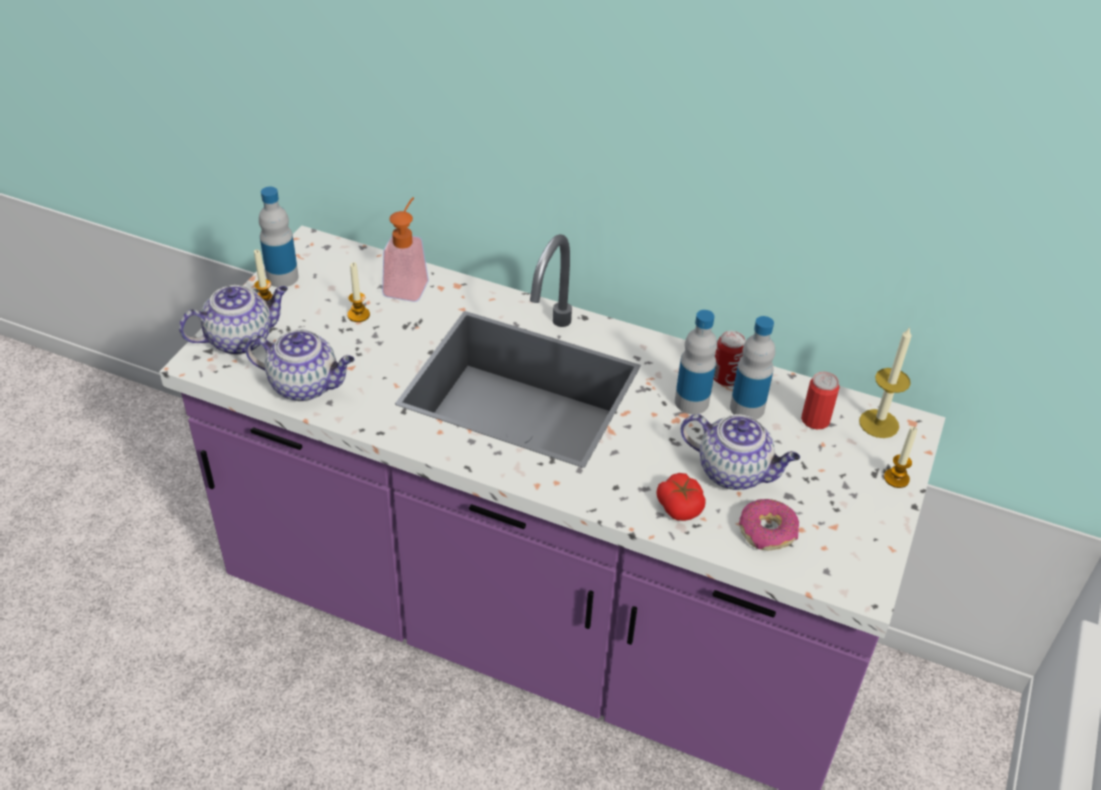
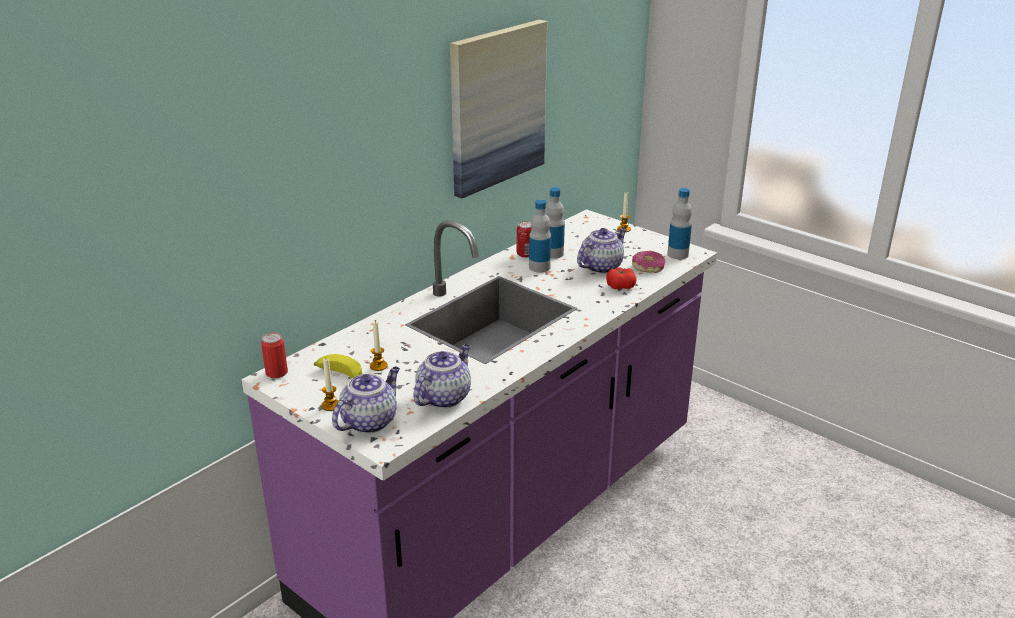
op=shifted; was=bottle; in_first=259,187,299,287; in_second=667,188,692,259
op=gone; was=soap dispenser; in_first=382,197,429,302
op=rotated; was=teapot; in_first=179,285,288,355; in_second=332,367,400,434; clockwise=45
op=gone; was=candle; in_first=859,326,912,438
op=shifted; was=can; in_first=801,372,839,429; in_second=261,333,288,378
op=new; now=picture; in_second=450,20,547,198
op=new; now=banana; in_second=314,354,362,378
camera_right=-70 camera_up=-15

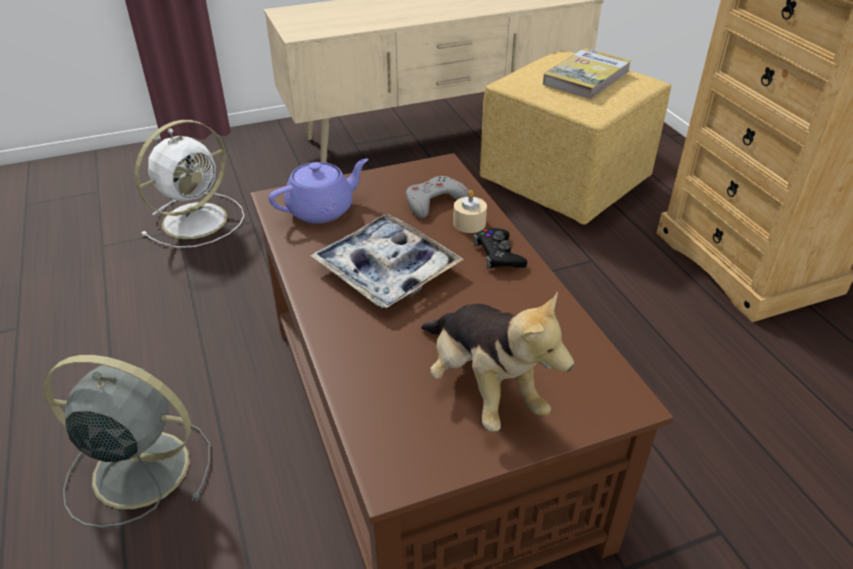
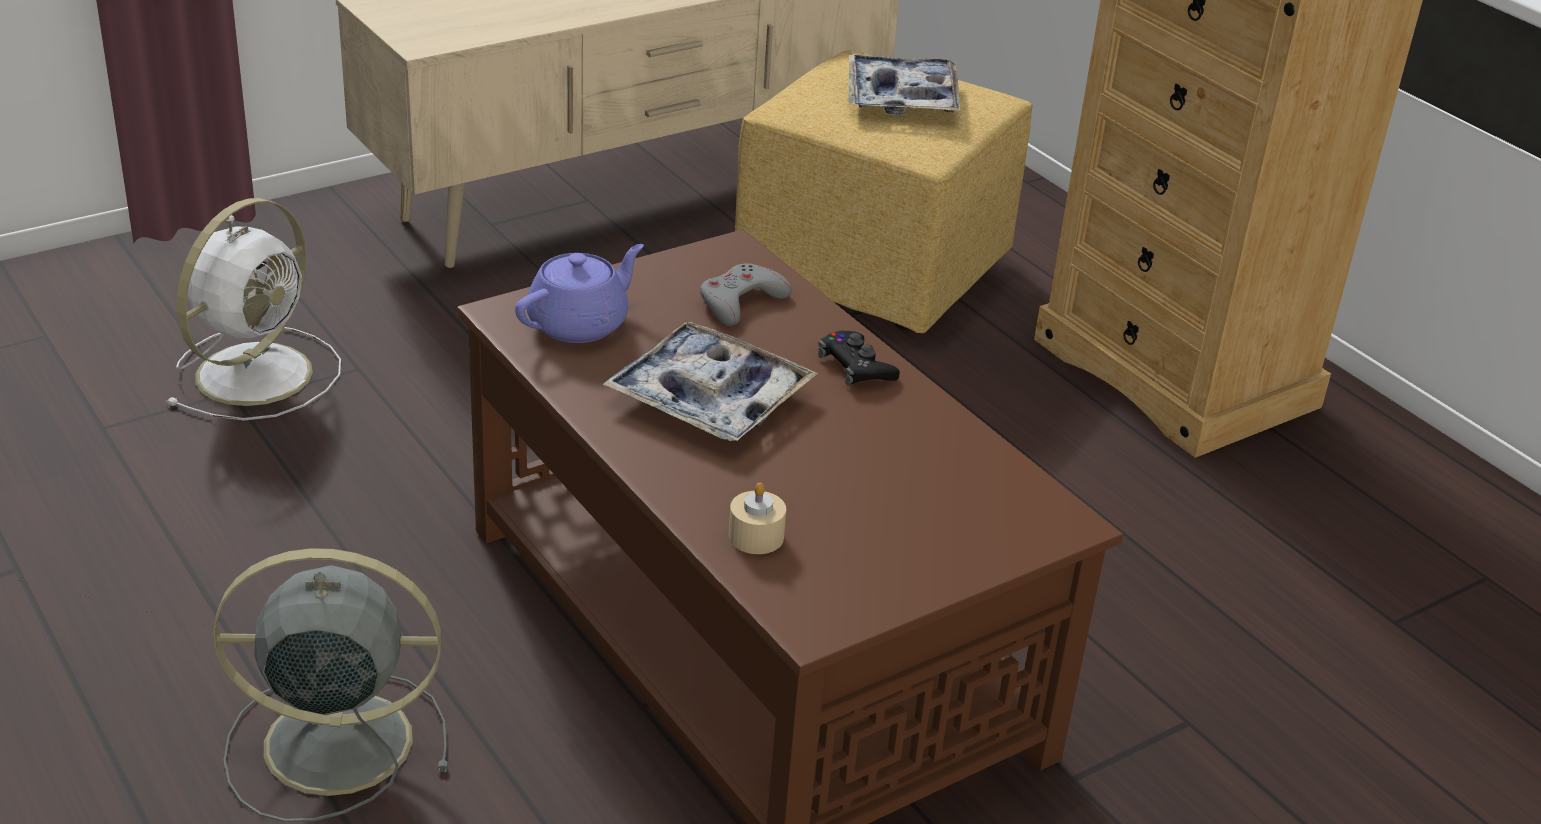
op=swapped; was=book; now=tray; in_first=543,48,631,99; in_second=849,54,961,115
op=shifted; was=beige candle; in_first=453,190,487,233; in_second=729,483,786,554
op=gone; was=plush toy; in_first=421,291,574,431
camera_right=-15 camera_up=-5

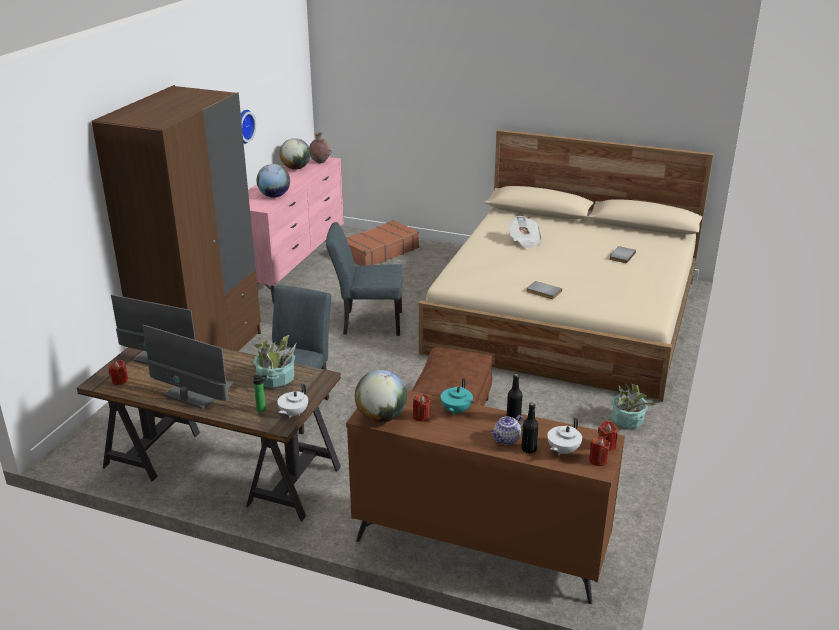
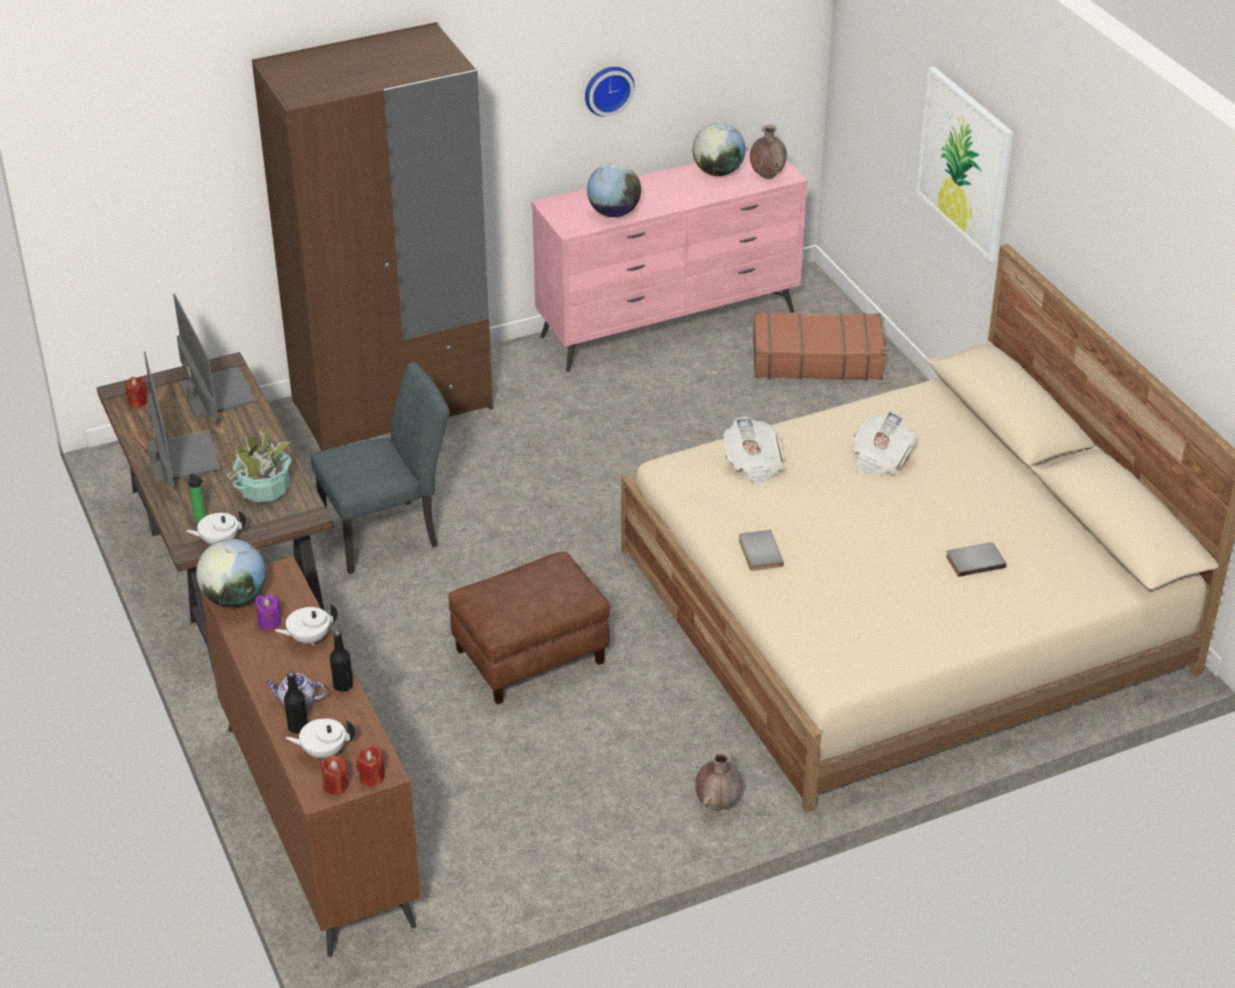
op=gone; was=grey chair; in_first=326,222,403,336
op=repainted; was=turquoise teapot; now=white teapot; in_first=441,378,473,415; in_second=274,603,338,645
op=swapped; was=potted plant; now=brown vase; in_first=611,384,658,428; in_second=695,750,742,811
op=repainted; was=red candle; now=purple candle; in_first=413,394,432,422; in_second=255,594,281,631
op=new; now=picture; in_second=916,66,1013,262
op=new; now=newspaper; in_second=724,416,785,485
camera_right=45 camera_up=10

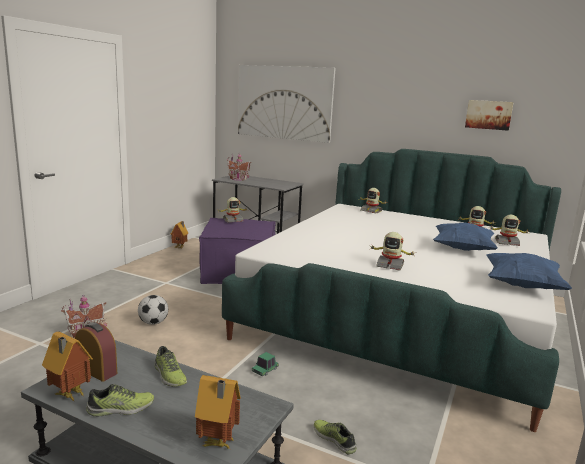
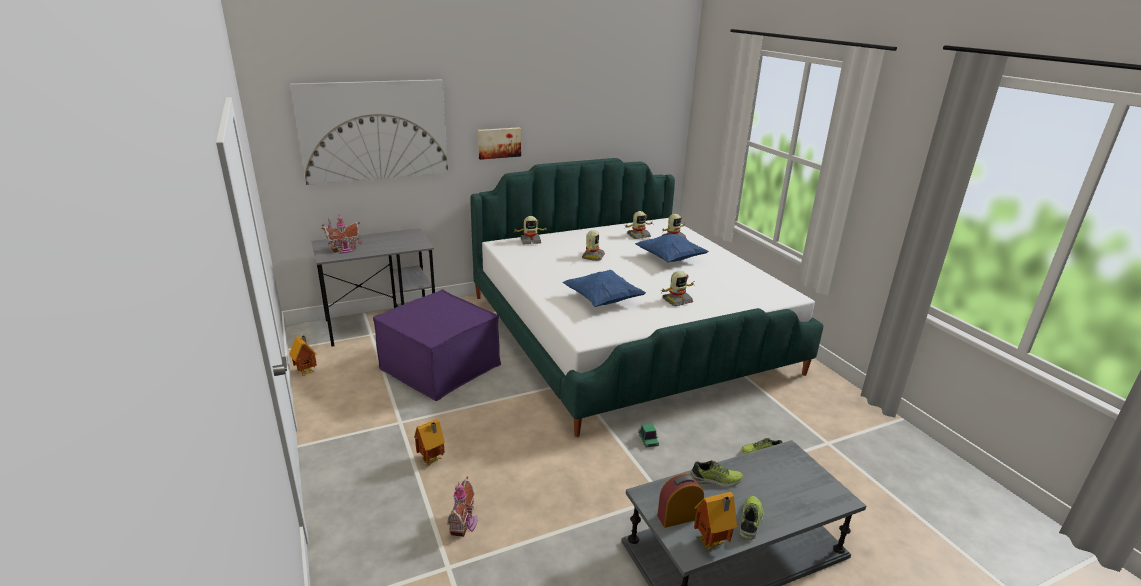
op=shifted; was=picture; in_first=465,100,514,131; in_second=478,127,521,160
op=shifted; was=toy robot; in_first=219,197,247,222; in_second=582,230,605,261
op=shifted; was=blue pillow; in_first=486,253,572,290; in_second=563,270,646,307
op=gone; was=football; in_first=138,295,168,325
op=shifted; was=toy house; in_first=195,375,241,450; in_second=414,419,445,466
camera_right=-50 camera_up=10

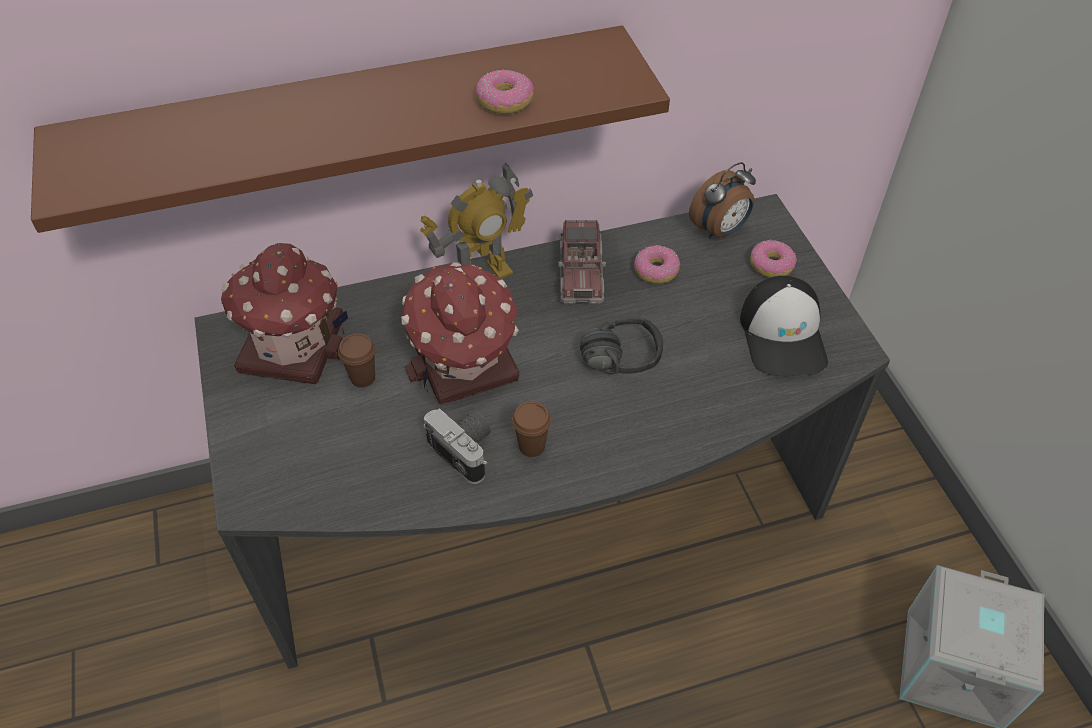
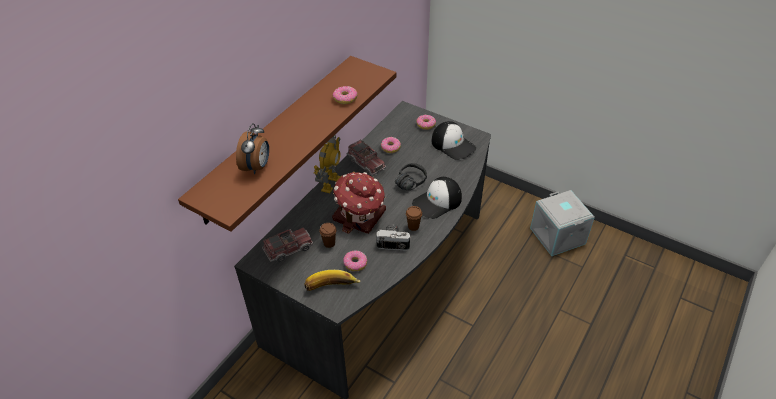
op=shifted; was=alarm clock; in_first=689,162,756,239; in_second=236,123,269,174
op=swapped; was=toy house; now=toy truck; in_first=221,243,348,384; in_second=262,228,313,262
op=new; now=cap; in_second=412,177,462,219
op=new; now=donut; in_second=343,250,367,271
op=new; now=banana; in_second=304,270,360,291
camera_right=-40 camera_up=-5

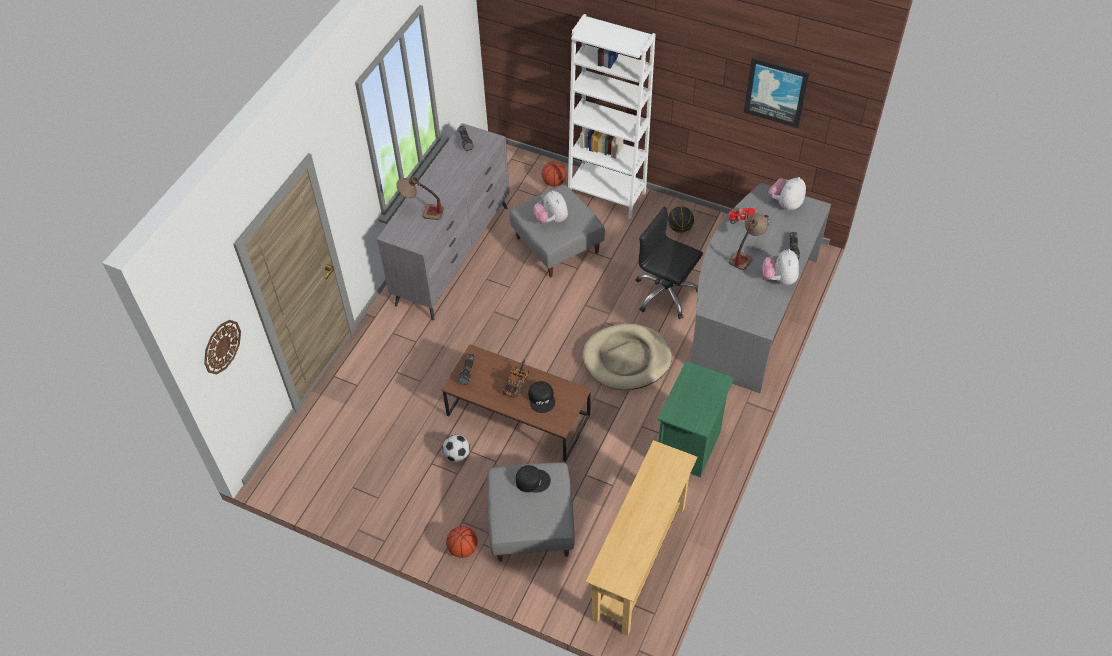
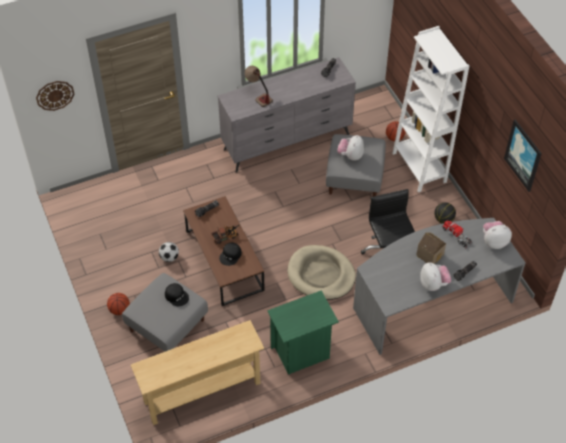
op=swapped; was=table lamp; now=toy house; in_first=729,213,768,270; in_second=416,232,446,264
op=rotated; was=plush toy; in_first=762,249,799,285; in_second=420,262,451,291; clockwise=120
camera_right=40 camera_up=0

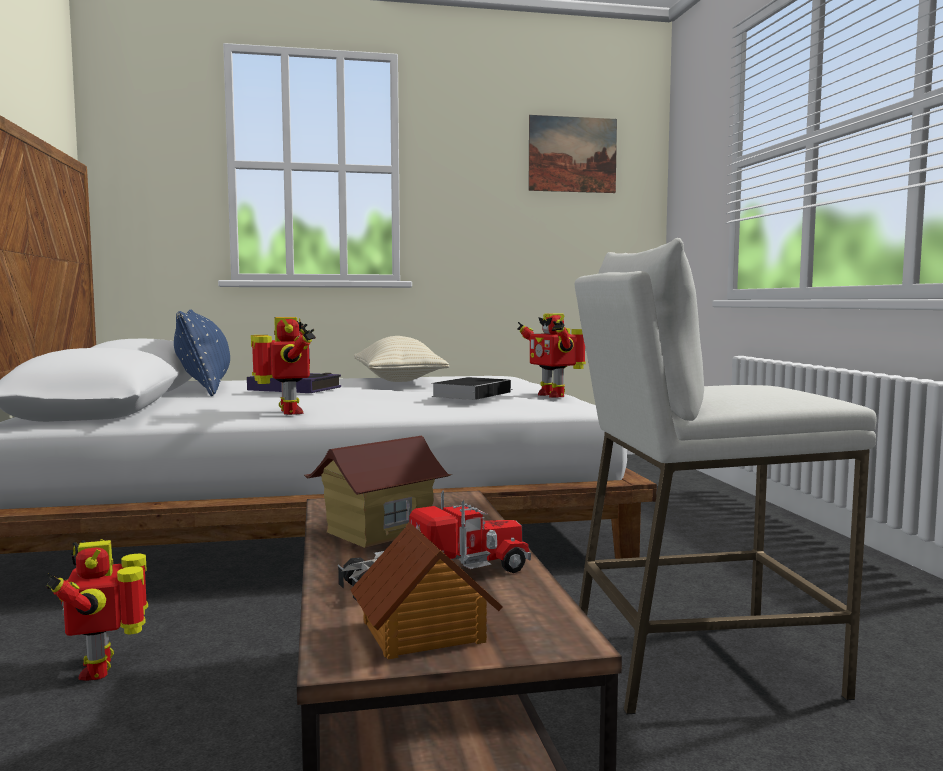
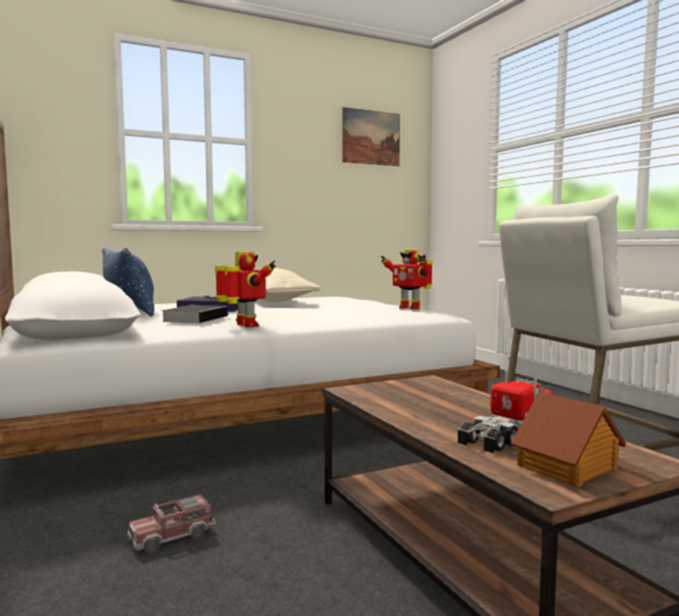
op=shifted; was=book; in_first=431,377,514,400; in_second=161,305,228,323
op=gone; was=toy house; in_first=304,436,453,548
op=swapped; was=toy robot; now=toy truck; in_first=45,539,148,681; in_second=127,493,216,553
camera_right=-15 camera_up=0

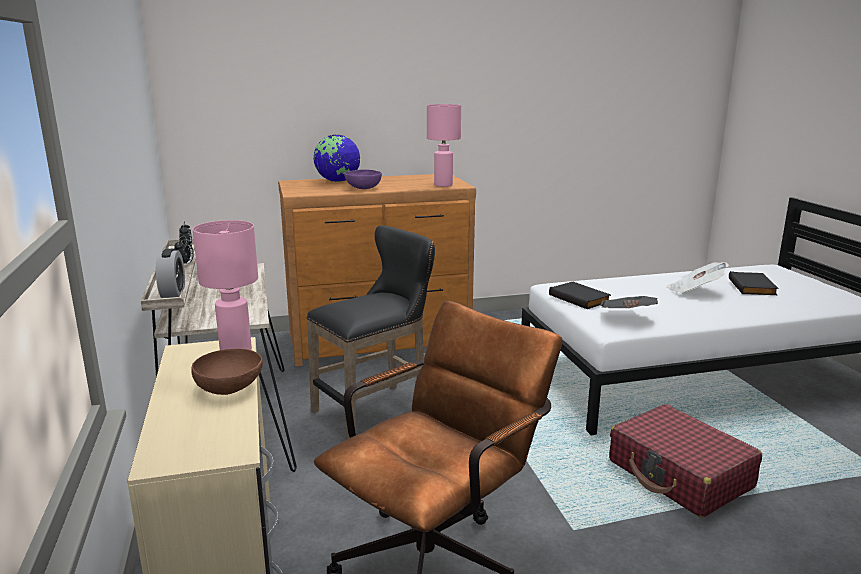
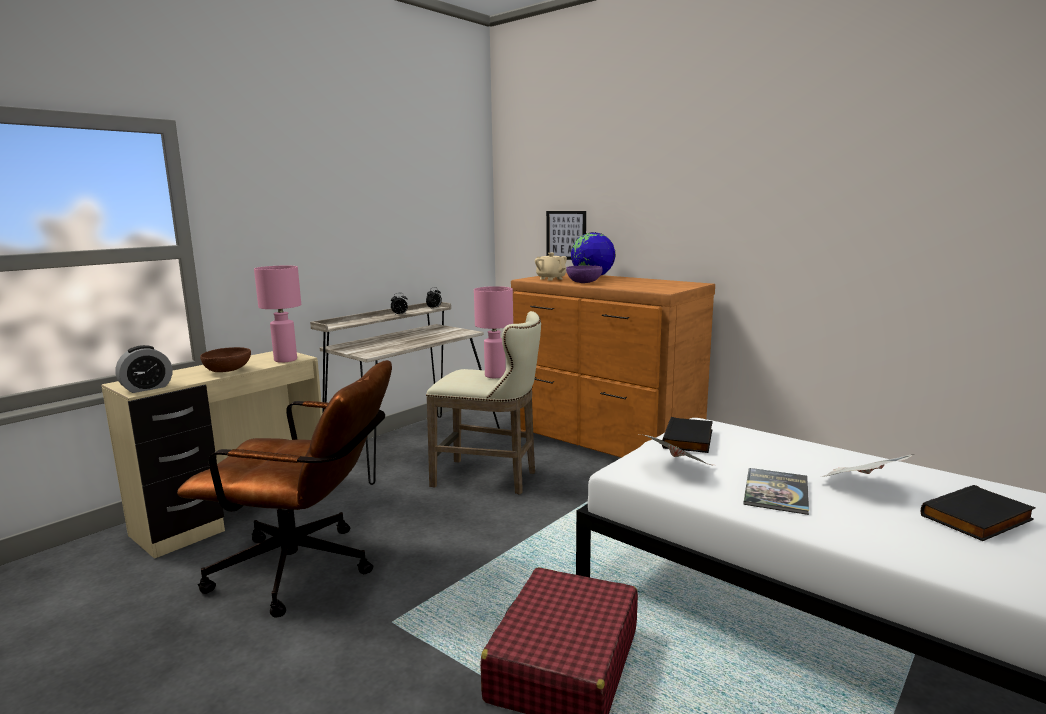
op=shifted; was=pink table lamp; in_first=427,104,461,187; in_second=474,286,513,378
op=repainted; was=black stool; now=beige stool; in_first=306,225,435,439; in_second=426,311,541,495
op=shifted; was=alarm clock; in_first=156,249,185,298; in_second=115,345,172,393
op=new; now=picture; in_second=546,211,586,260
op=new; now=beige teapot; in_second=535,253,567,281
op=new; now=book; in_second=743,468,809,515
camera_right=55 camera_up=-5

